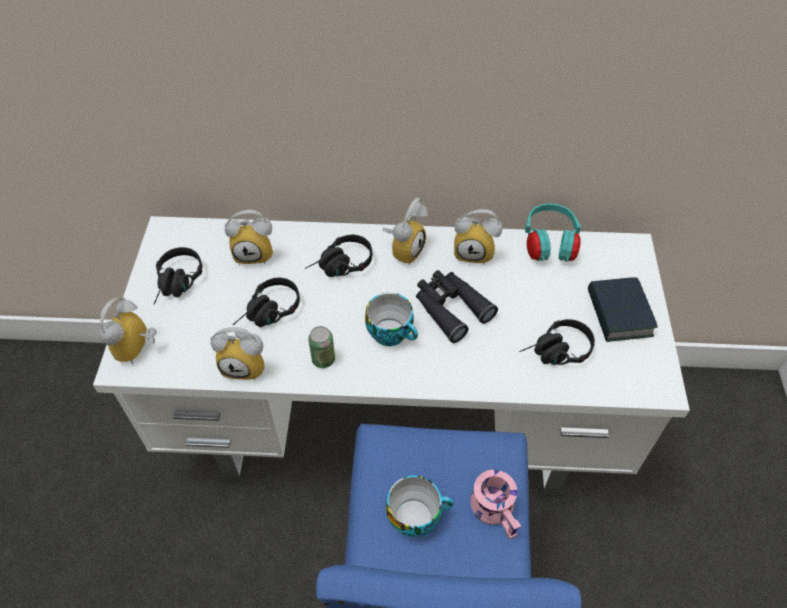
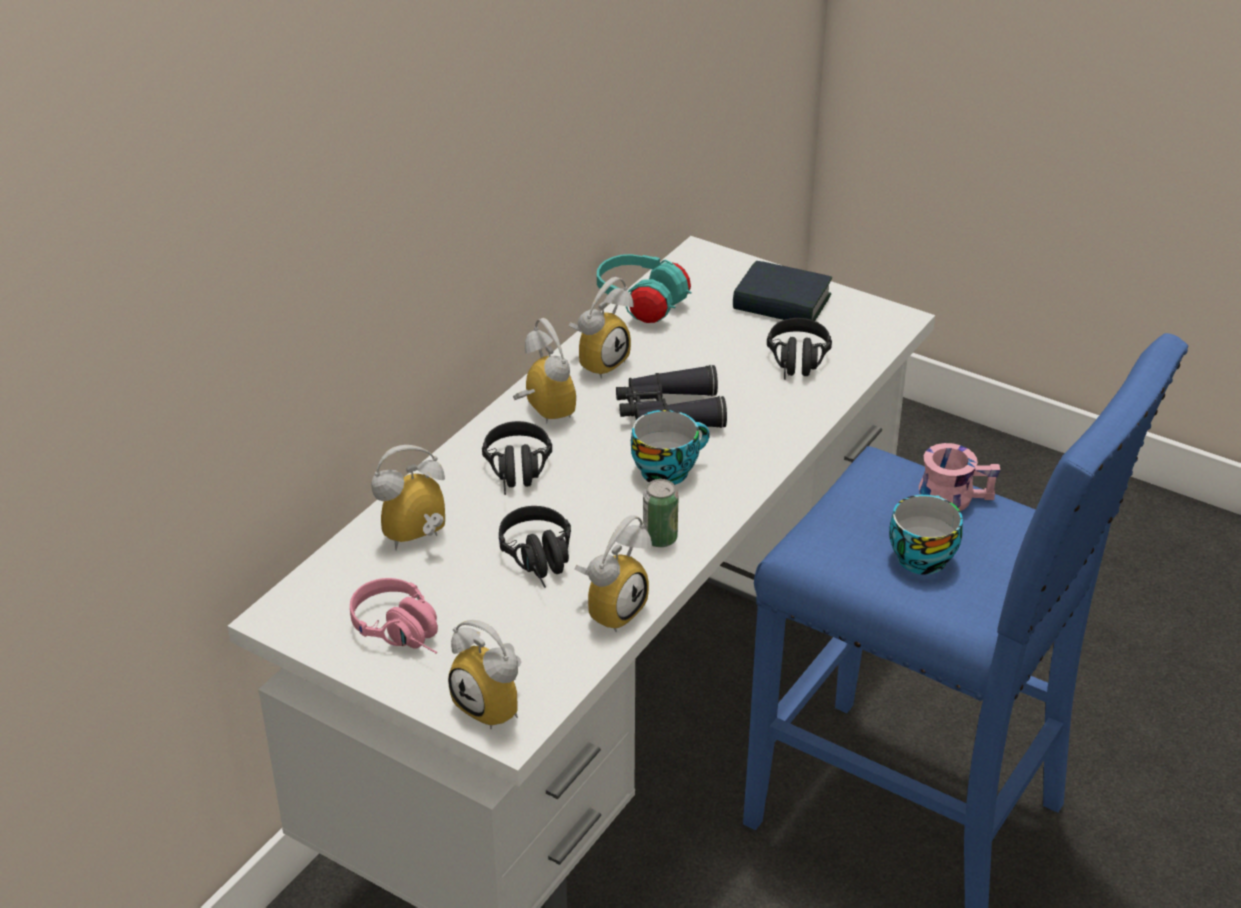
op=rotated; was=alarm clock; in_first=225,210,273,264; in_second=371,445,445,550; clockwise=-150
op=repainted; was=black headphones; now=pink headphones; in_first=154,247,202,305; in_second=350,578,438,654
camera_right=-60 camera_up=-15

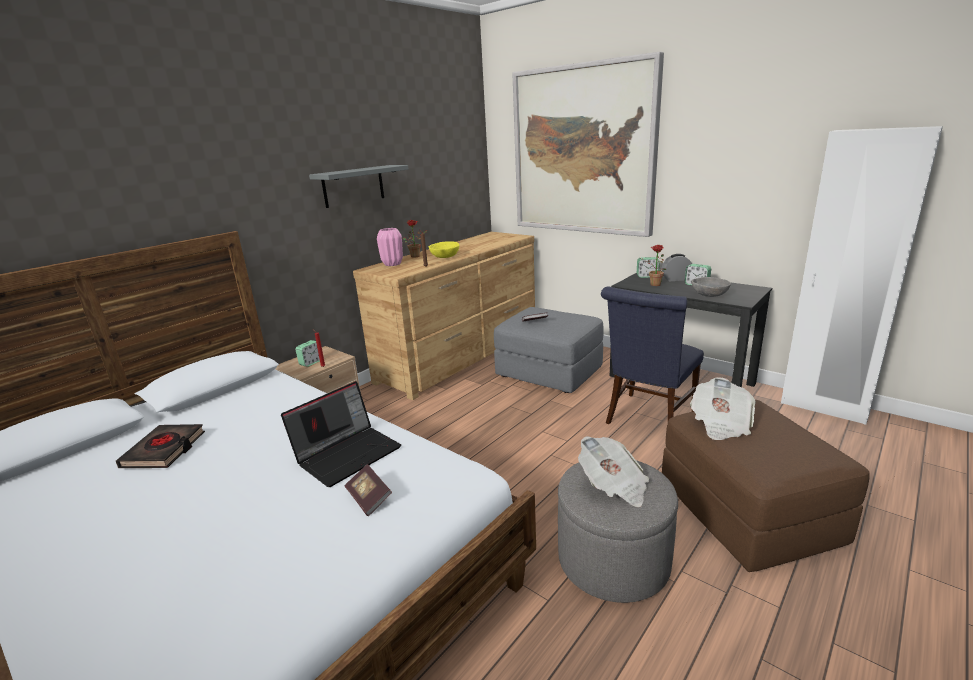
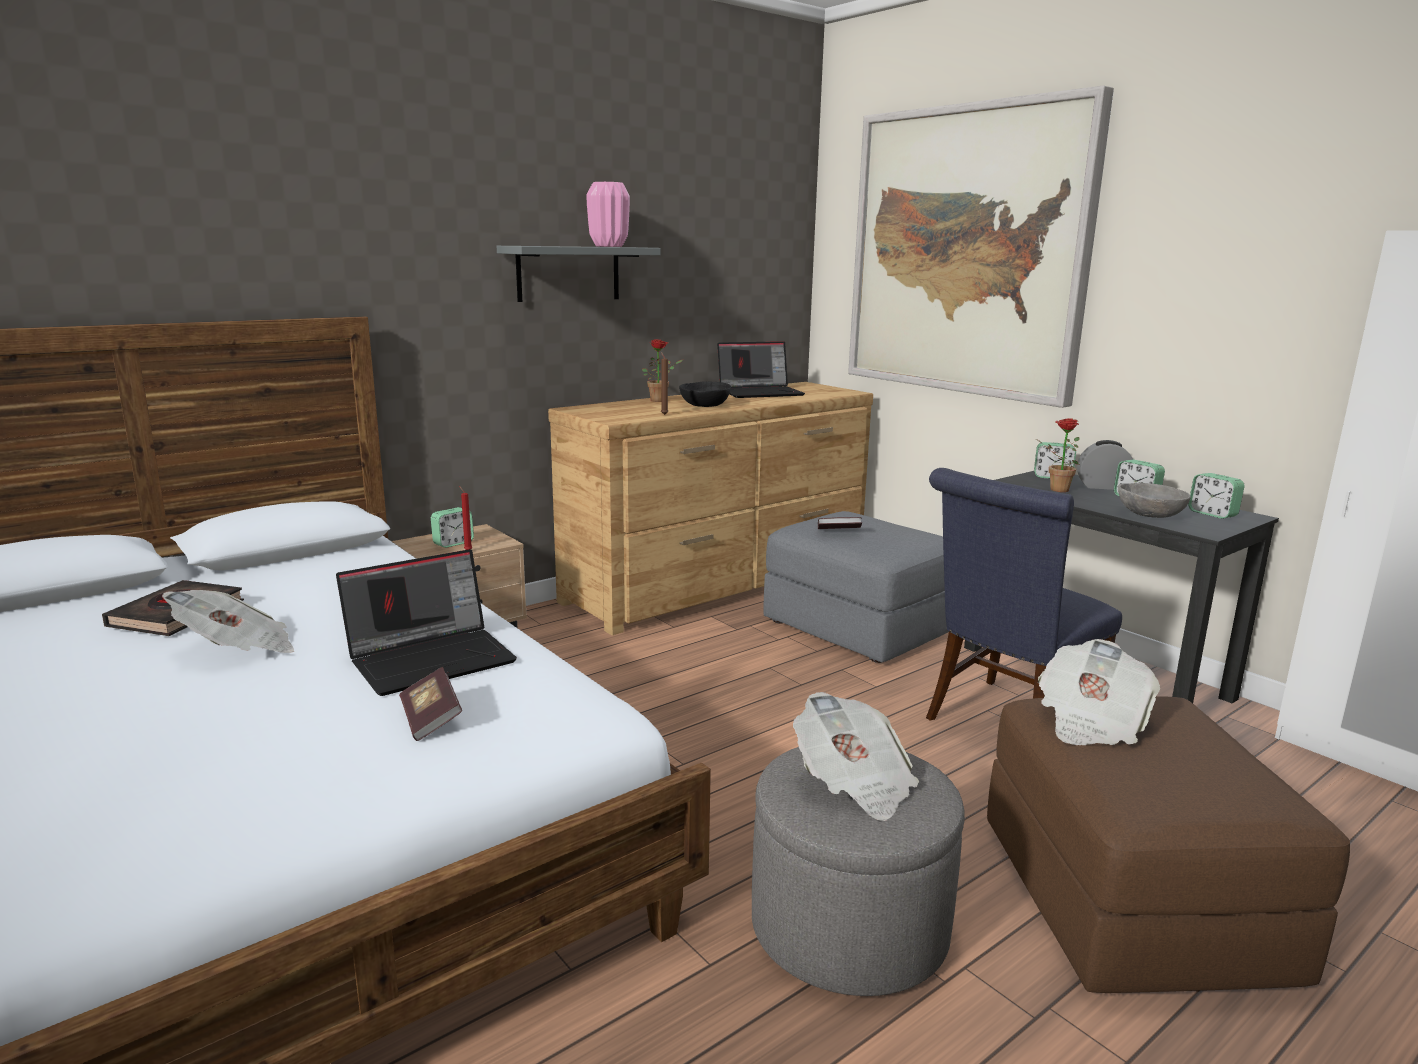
op=shifted; was=pink vase; in_first=377,228,403,266; in_second=586,182,630,247
op=repainted; was=yellow bowl; now=black bowl; in_first=429,241,460,258; in_second=679,381,731,407
op=new; now=laptop; in_second=717,341,805,398
op=new; now=alarm clock; in_second=1188,473,1245,519
op=new; now=newspaper; in_second=162,590,295,653
camera_right=10 camera_up=-5

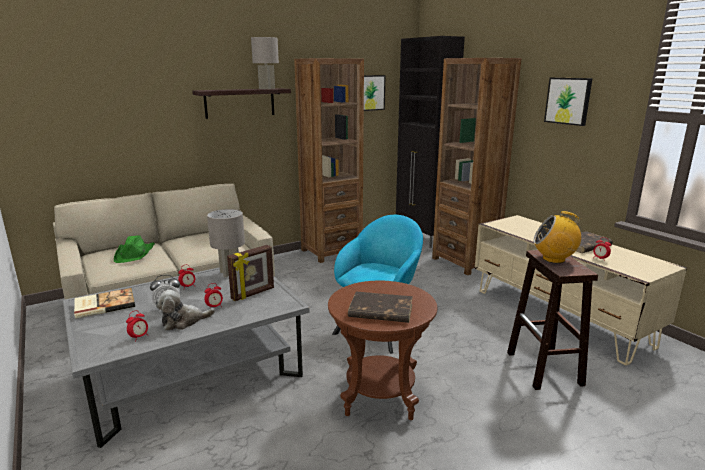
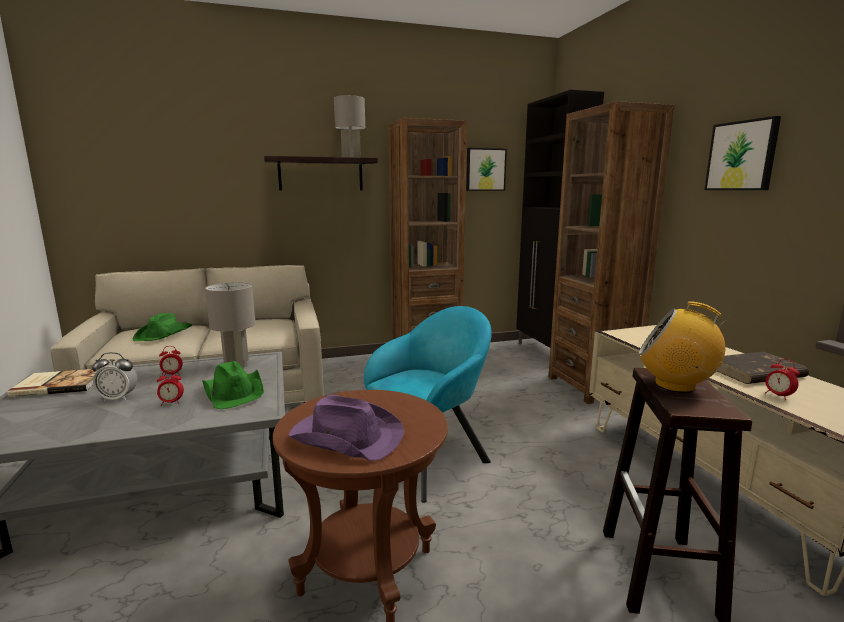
op=swapped; was=picture frame; now=green hat; in_first=227,245,274,301; in_second=202,361,264,410
op=gone; was=plush toy; in_first=155,290,215,331
op=swapped; was=brown book; now=purple hat; in_first=348,291,413,323; in_second=288,394,405,461
op=gone; was=alarm clock; in_first=126,310,148,339
camera_right=15 camera_up=-5

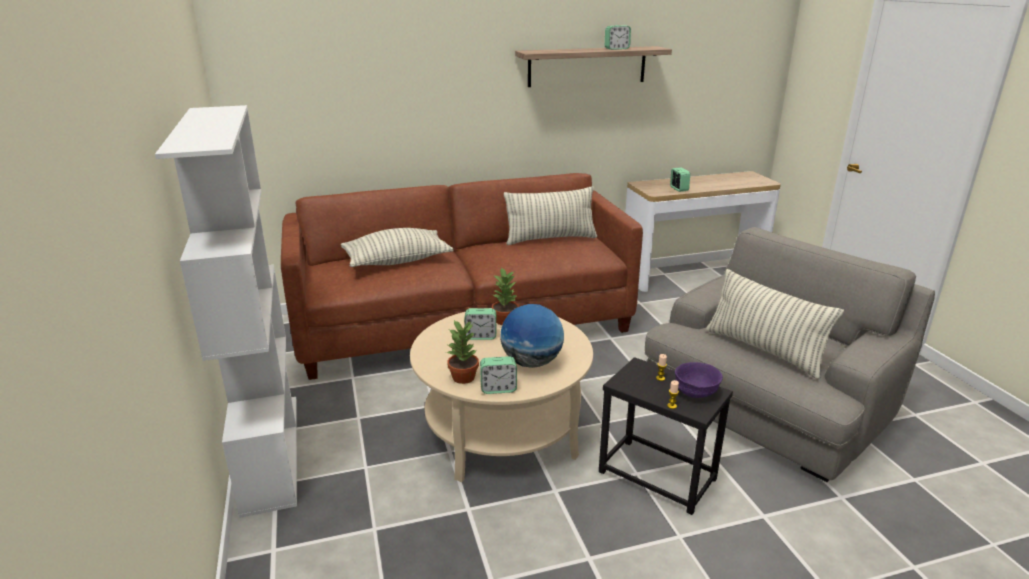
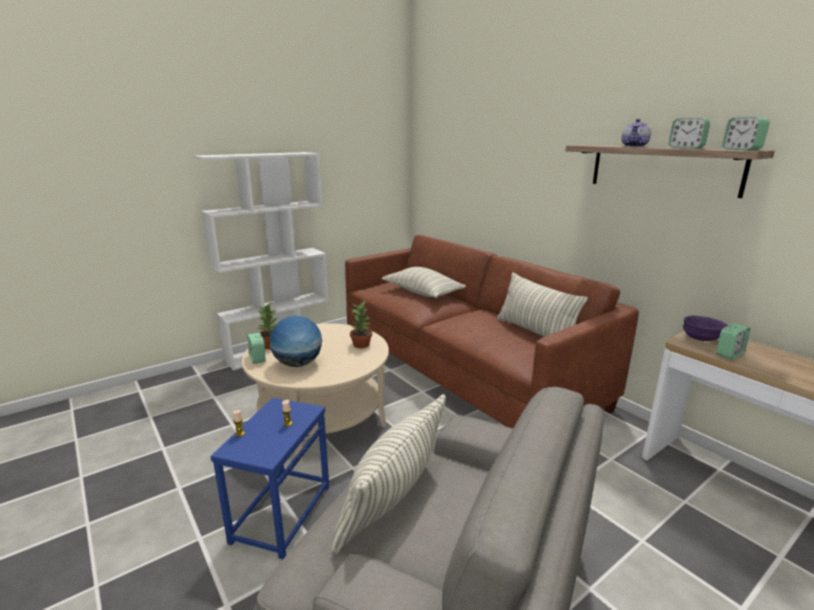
op=shifted; was=alarm clock; in_first=465,308,496,340; in_second=722,117,770,150
op=repainted; was=black side table; now=blue side table; in_first=599,357,733,515; in_second=210,398,329,559
op=shifted; was=purple bowl; in_first=675,362,723,398; in_second=683,316,728,341
op=new; now=teapot; in_second=621,119,651,147
camera_right=70 camera_up=-5

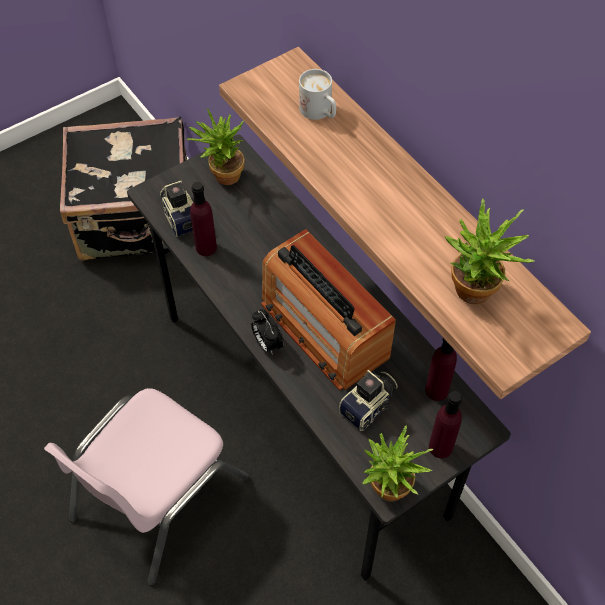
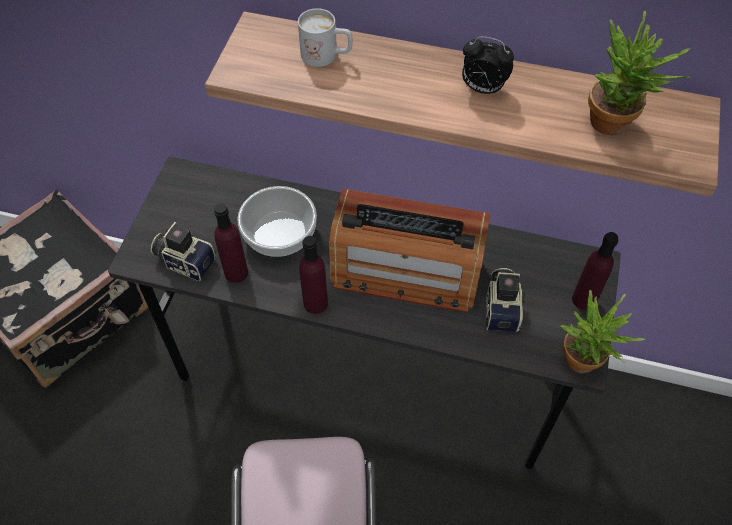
op=gone; was=potted plant; in_first=186,108,244,185
op=shifted; was=alarm clock; in_first=251,309,284,355; in_second=462,36,514,95
op=shifted; was=purple bottle; in_first=425,338,457,401; in_second=299,236,328,314
op=new; now=bowl; in_second=237,186,317,258
camera_right=-40 camera_up=0

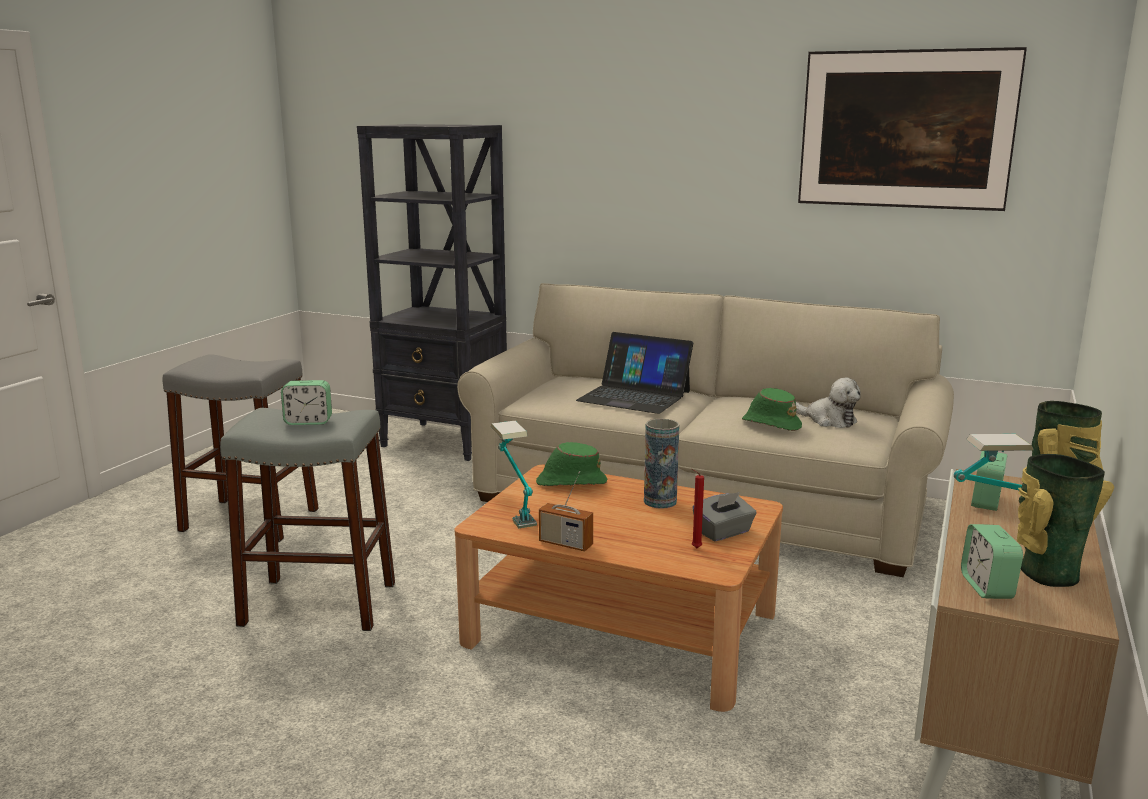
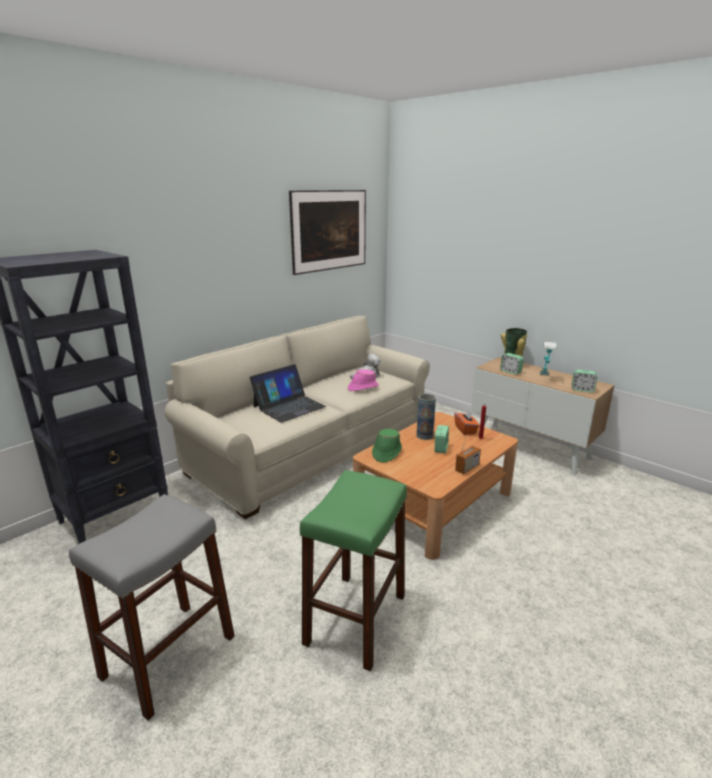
op=shifted; was=alarm clock; in_first=281,380,332,425; in_second=435,425,449,453
op=repainted; was=green hat; now=pink hat; in_first=742,388,802,431; in_second=348,369,379,391
op=repainted; was=grey stool; now=green stool; in_first=220,408,395,631; in_second=300,470,407,671
op=gone; was=table lamp; in_first=491,421,537,528
op=gone; was=vase; in_first=1017,454,1114,587
op=repainted; was=grey tissue box; now=orange tissue box; in_first=692,492,757,541; in_second=454,409,480,435
camera_right=-70 camera_up=5

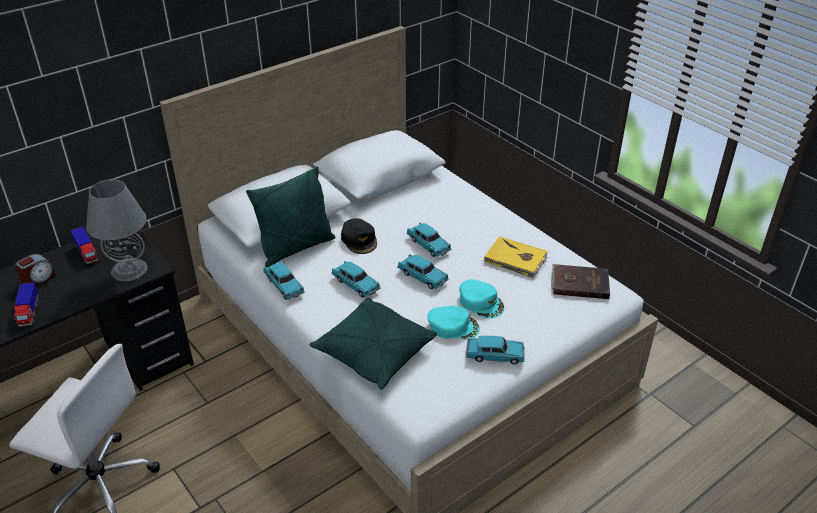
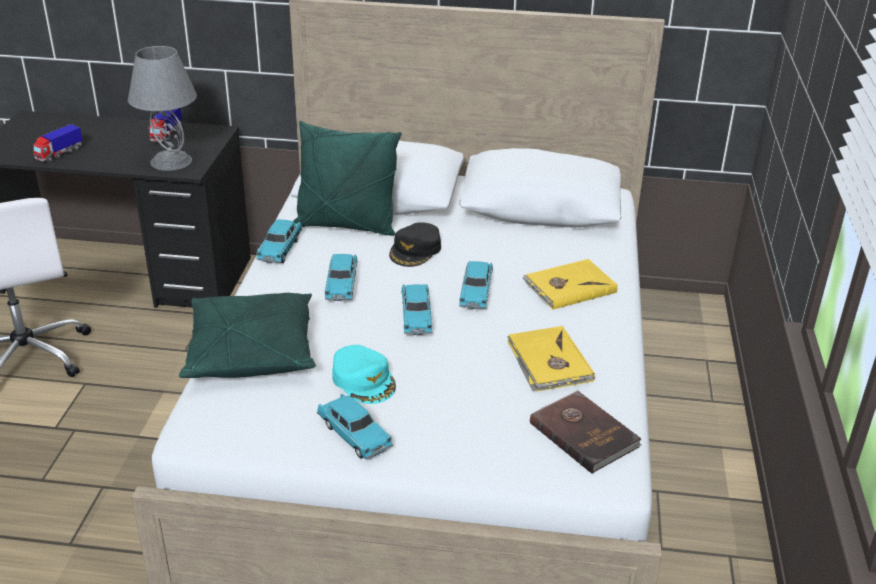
op=gone; was=alarm clock; in_first=15,254,56,286
op=gone; was=turquoise cap; in_first=459,279,504,319
op=new; now=yellow book; in_second=523,259,617,310
camera_right=45 camera_up=-5

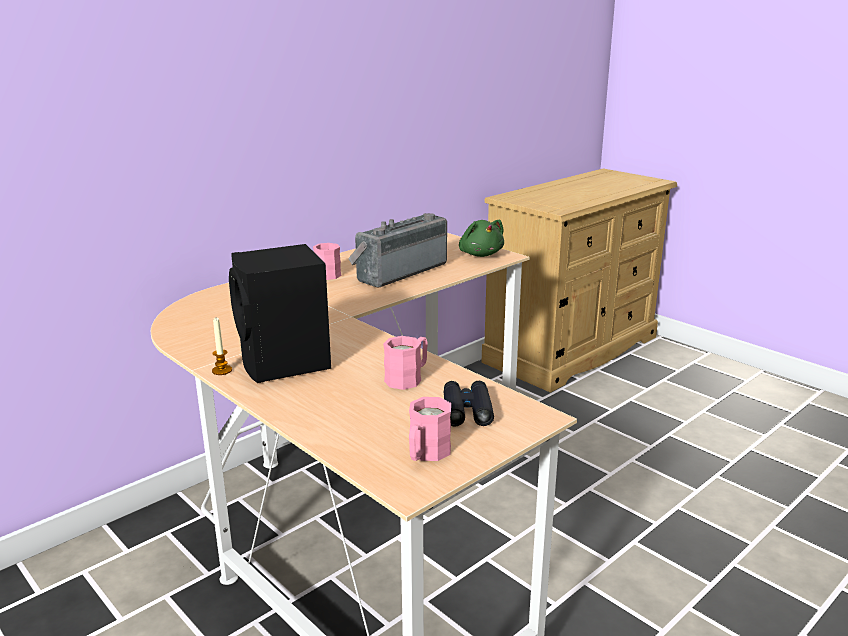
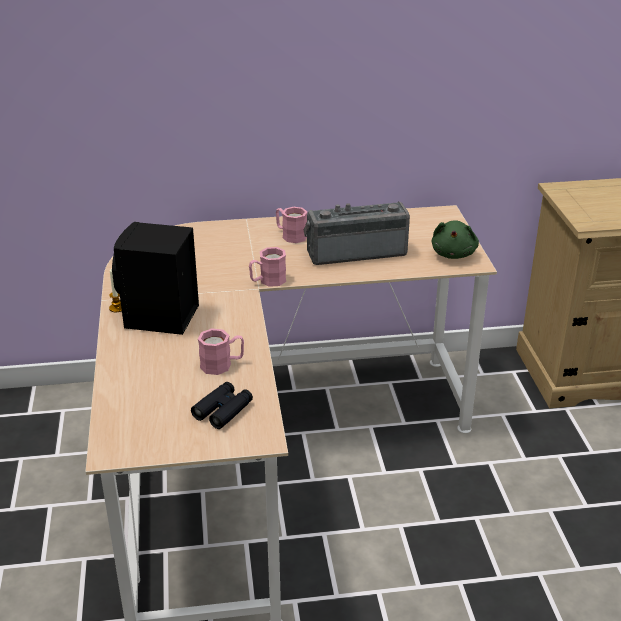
op=shifted; was=pink mug; in_first=409,397,451,461; in_second=249,247,286,287
camera_right=35 camera_up=10

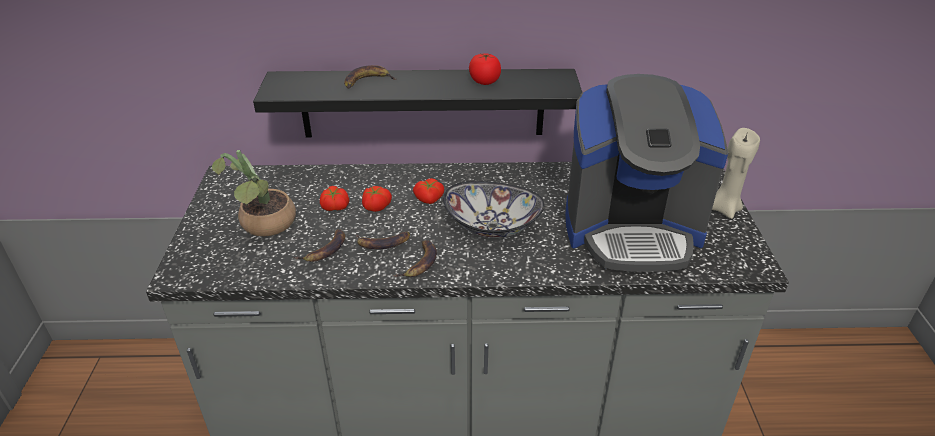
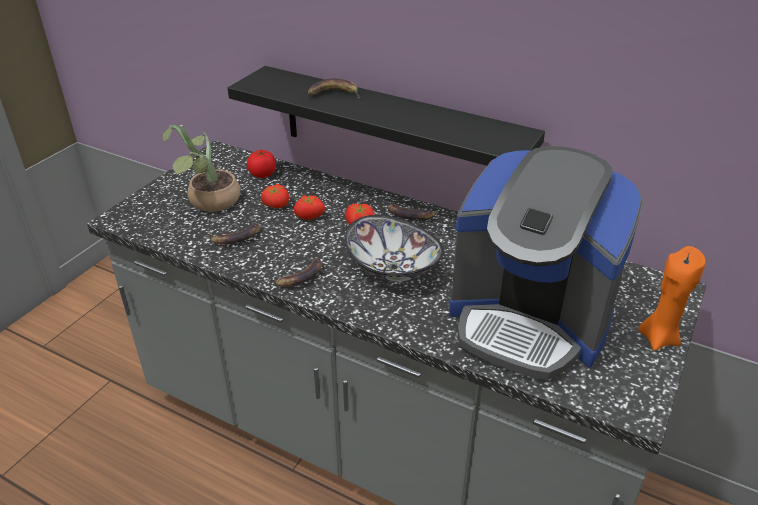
op=shifted; was=tomato; in_first=469,54,501,85; in_second=247,150,276,178
op=repainted; was=beige candle; now=orange candle; in_first=712,128,760,219; in_second=638,246,706,351
op=shifted; was=banana; in_first=356,231,410,249; in_second=388,201,436,220
camera_right=30 camera_up=0

